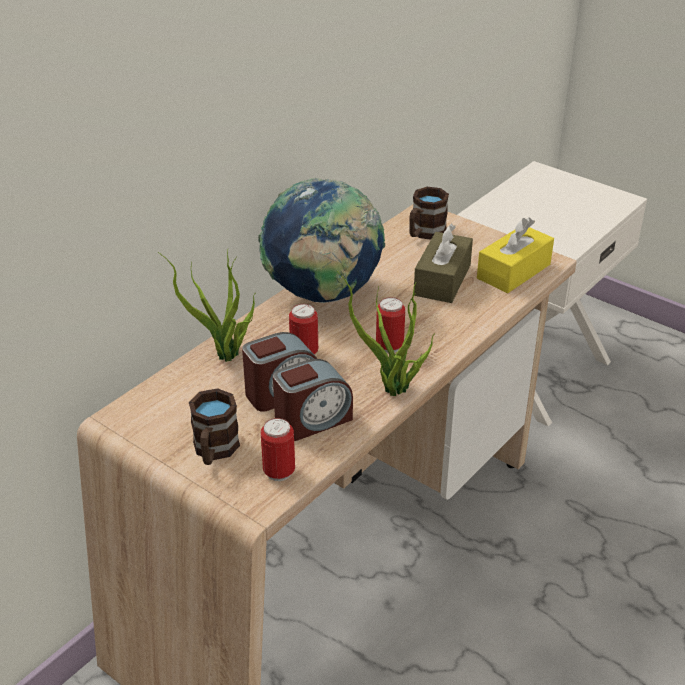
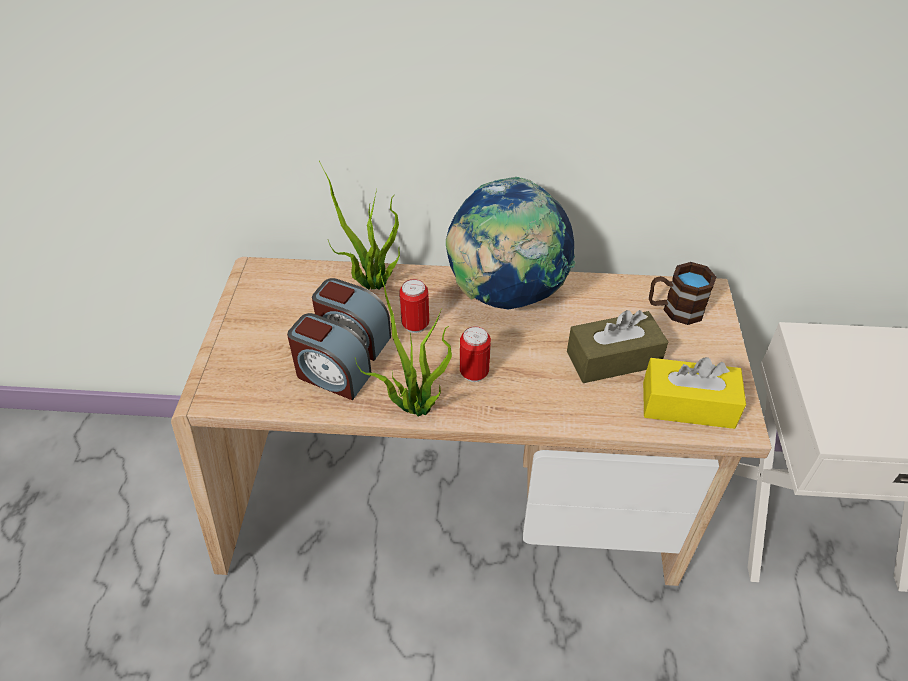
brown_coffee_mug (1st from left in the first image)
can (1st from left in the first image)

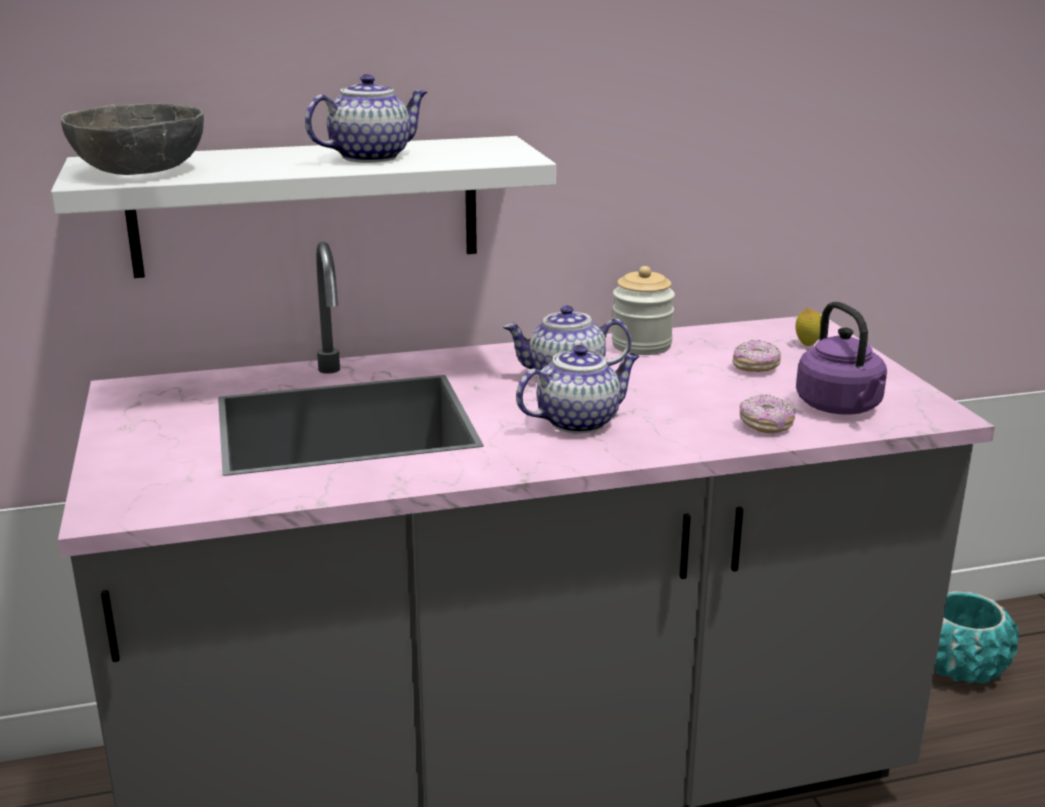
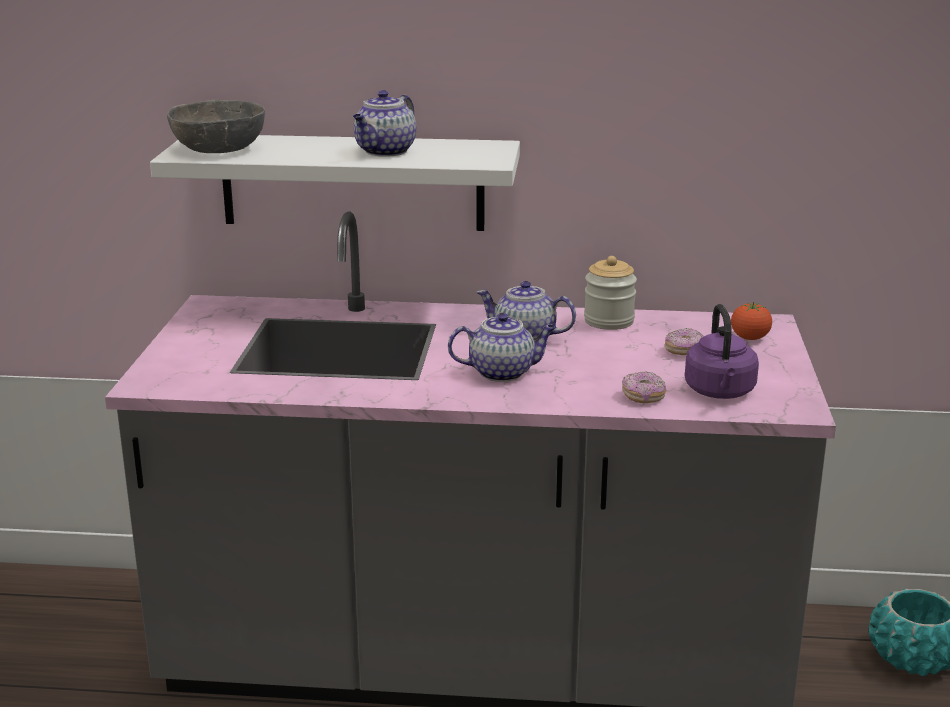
pot_for_tea (1st from left)
tomato

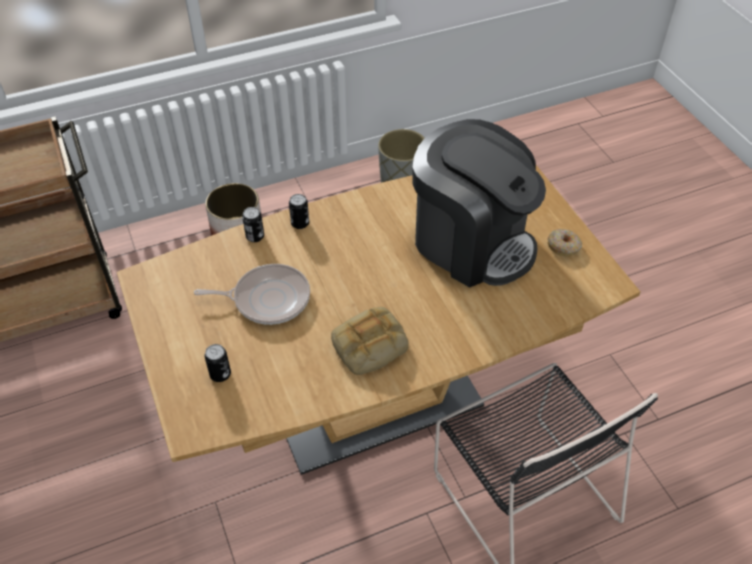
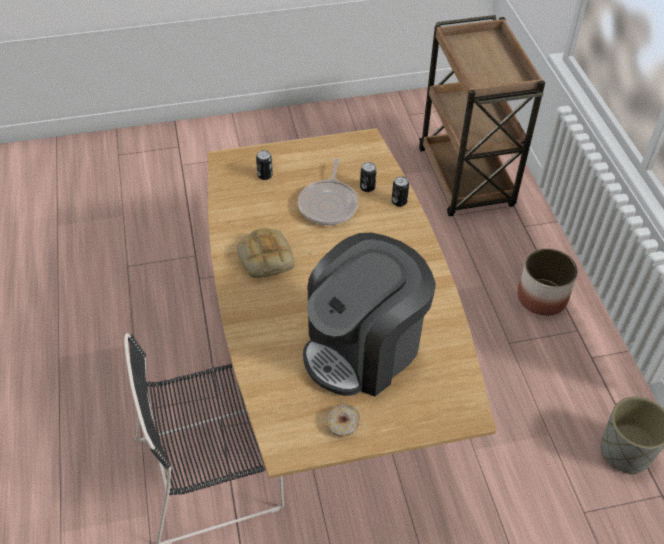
can (2nd from left)

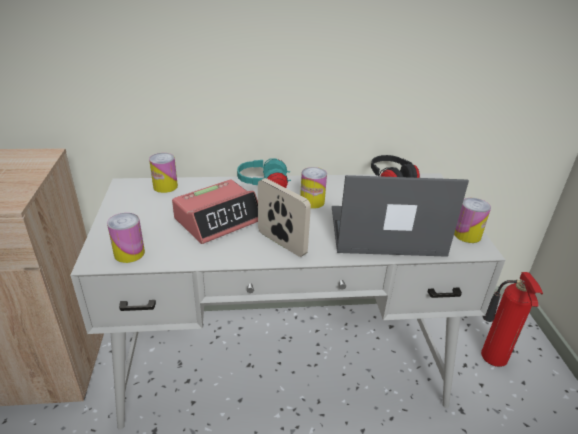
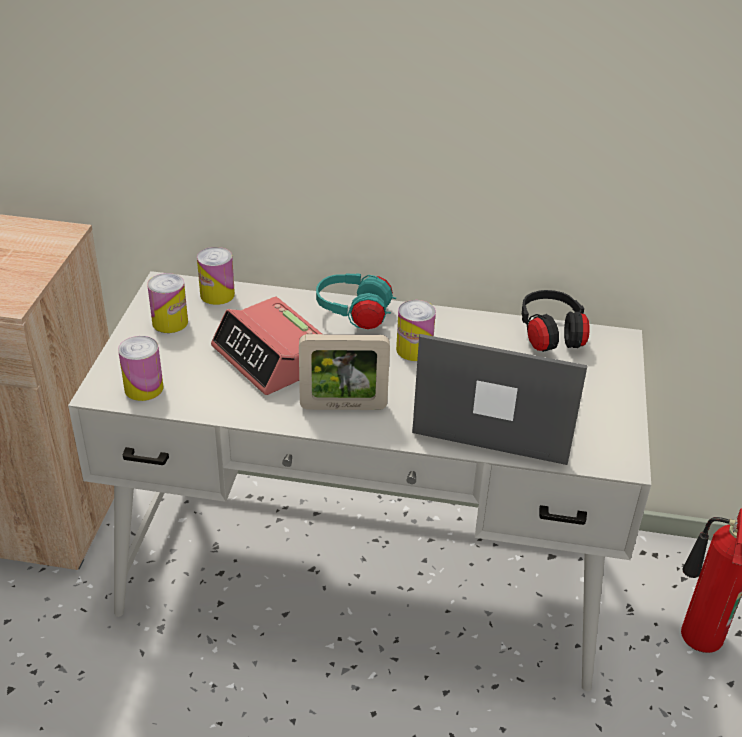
bedside_clock
picture_frame
can (2nd from left)

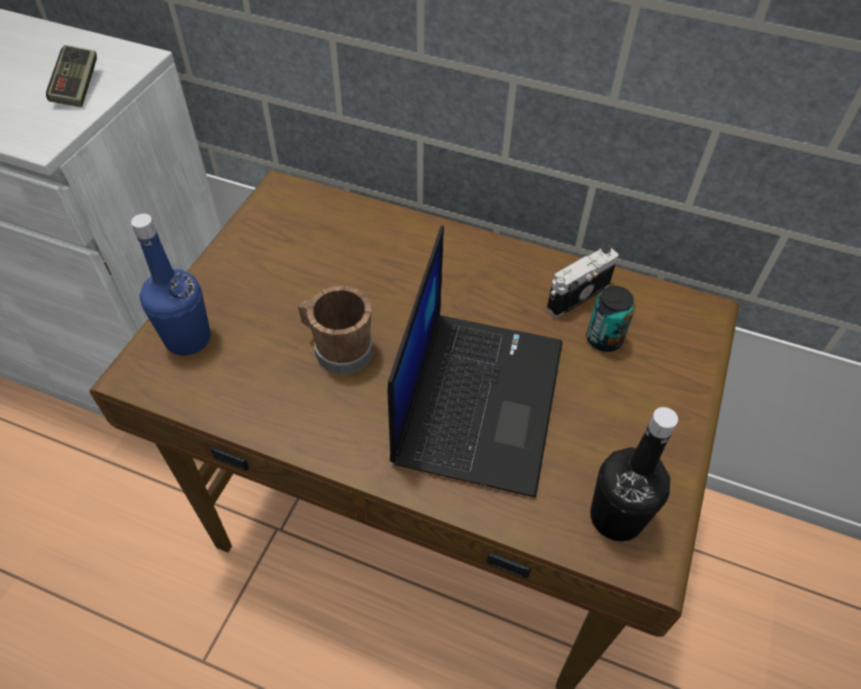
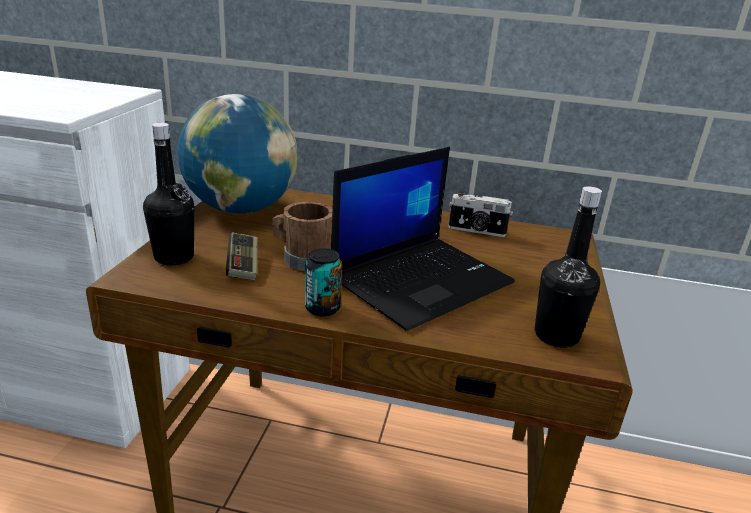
game_controller
black_drink_bottle (1st from left)
portable_computer
still_camera
can
desk_globe

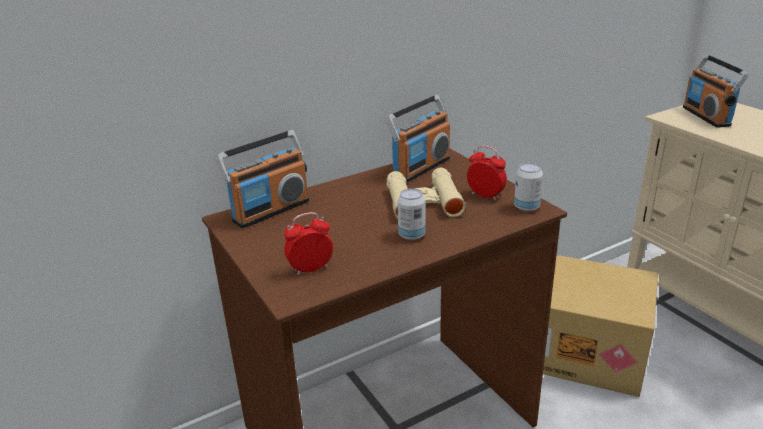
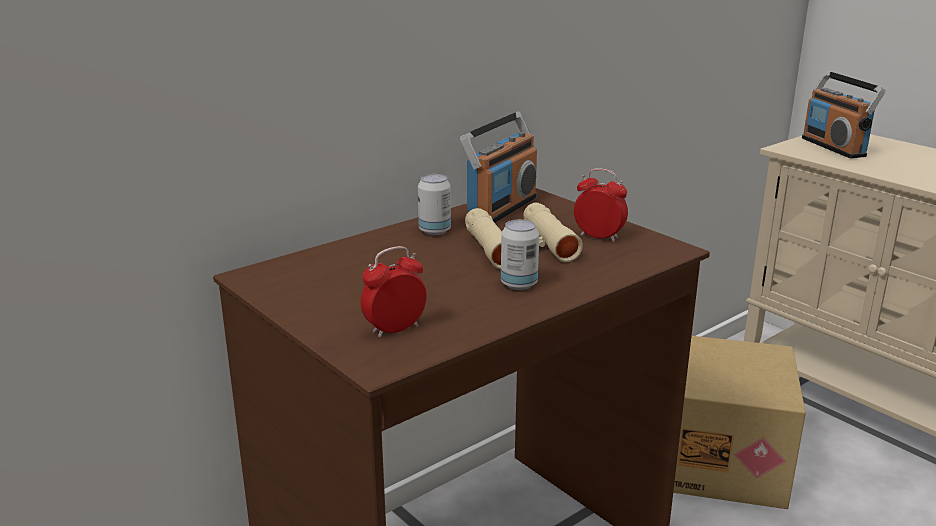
radio (1st from left in the first image)
can (1st from left)

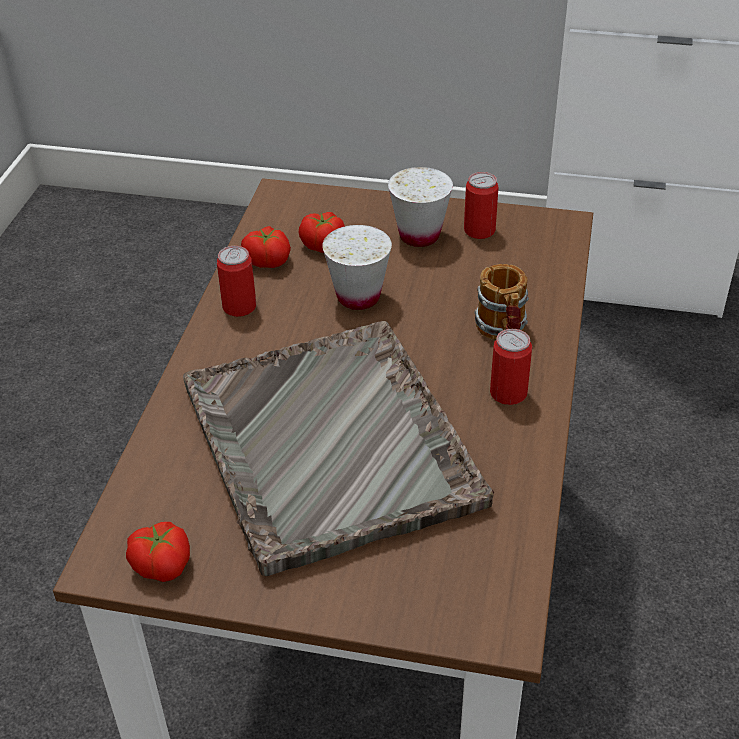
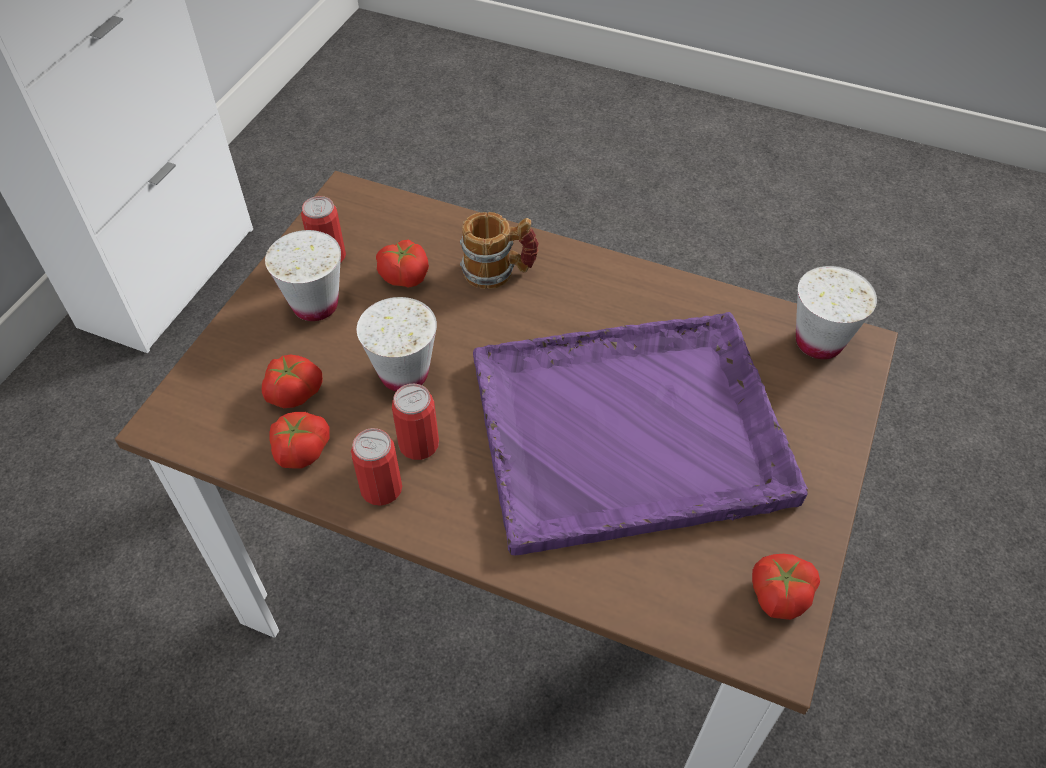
purple_serving_tray
can (3rd from left)
tomato (3rd from left)
white_drinking_cup (3rd from left)

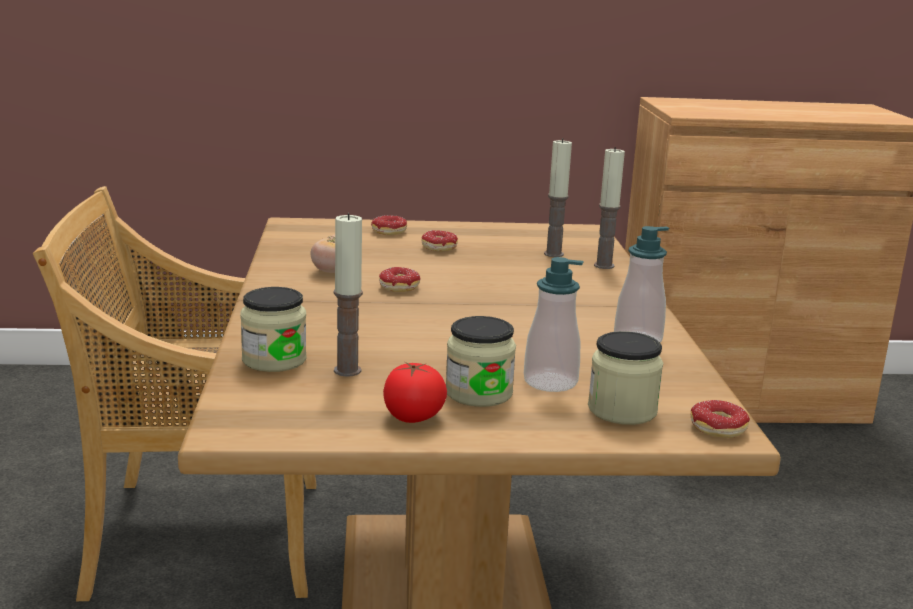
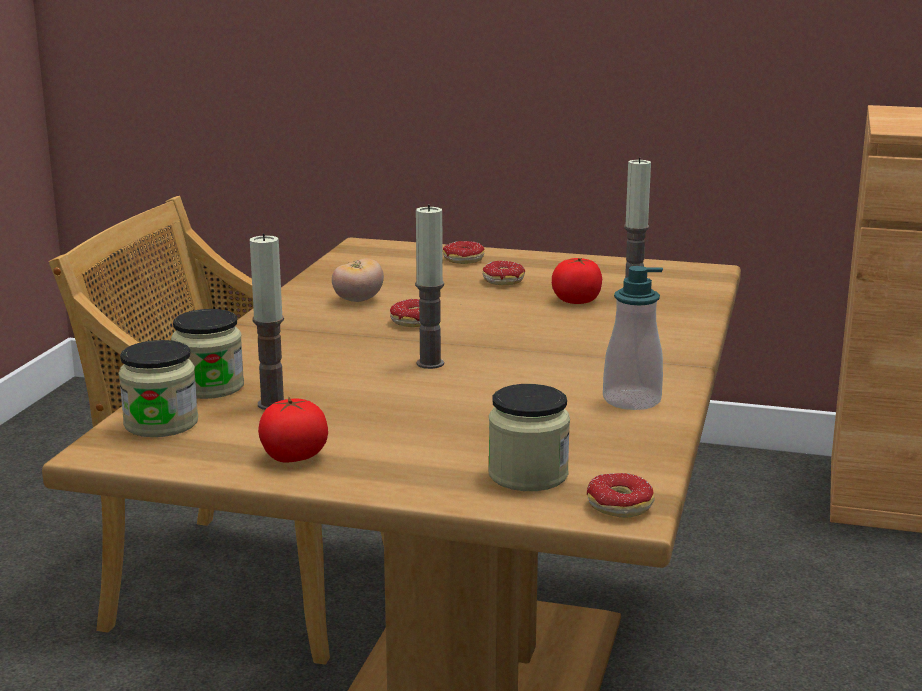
preserve_jar (1st from left)
soap_bottle (1st from left in the first image)
wax_light (2nd from left)
tomato (3rd from left)

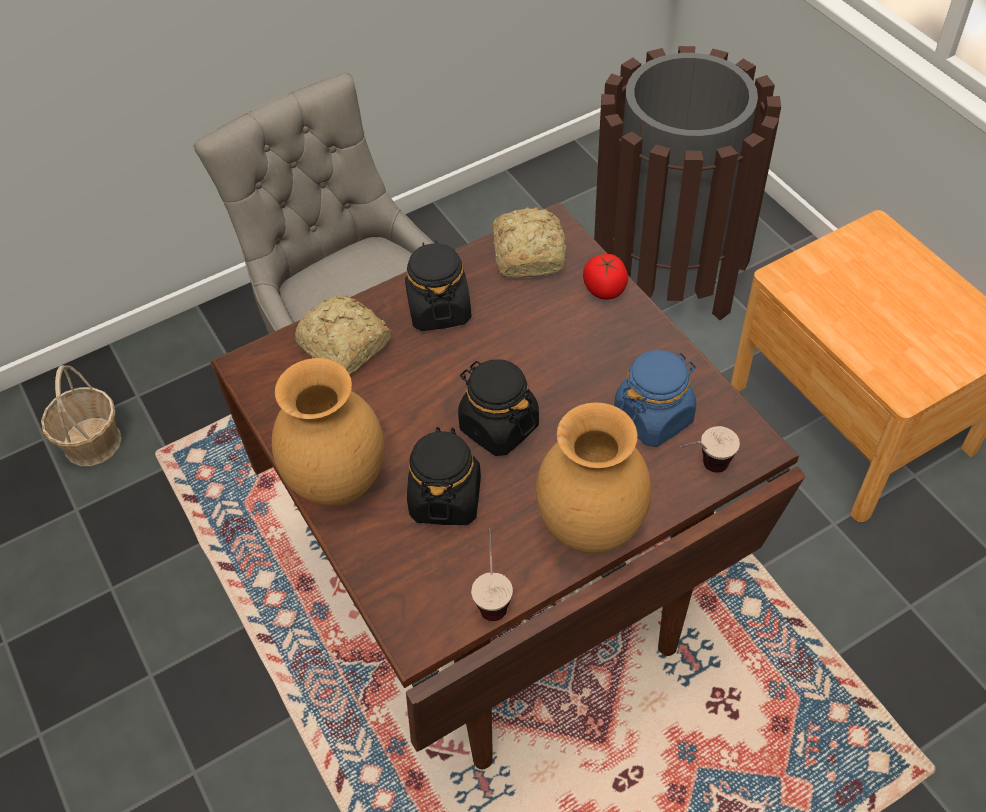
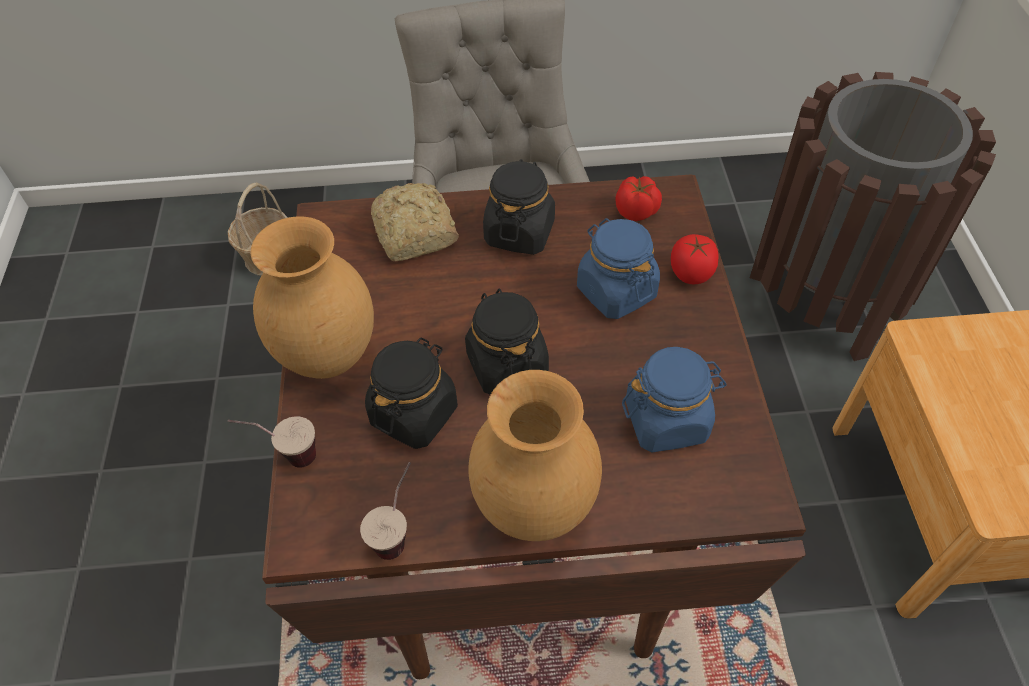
tomato (1st from left)
drinking_cup (1st from left)
blue-coloured_preserve_jar (1st from left)

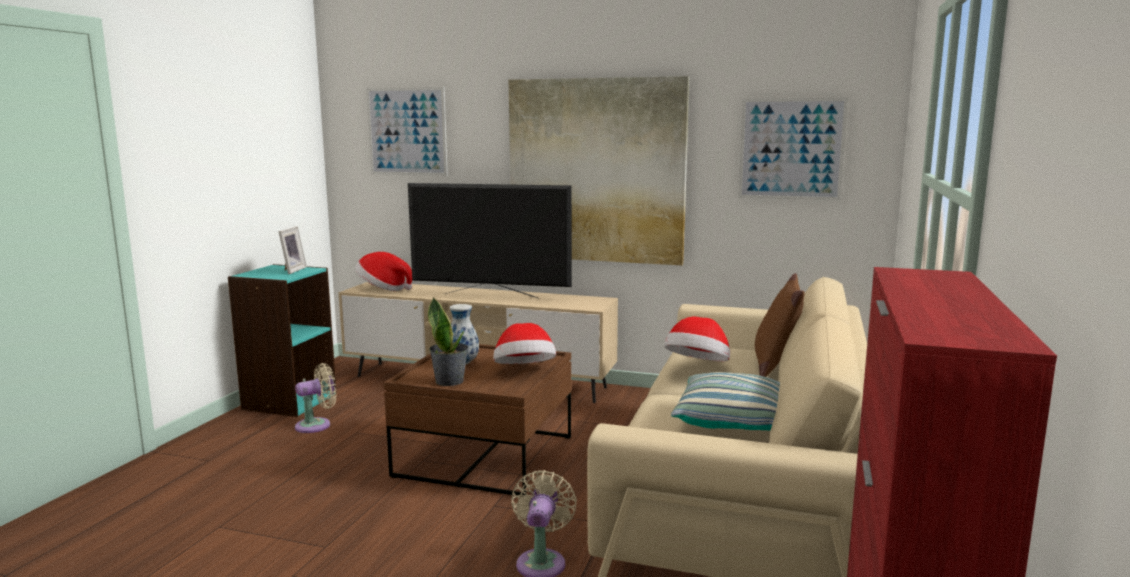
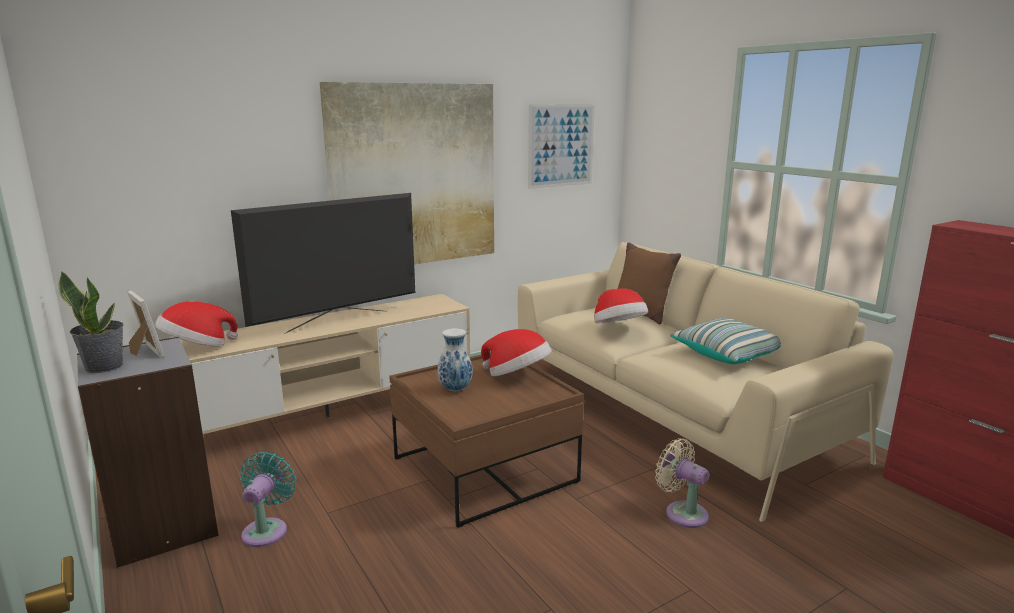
grey_shelving_unit
turquoise_cooling_fan
wall_picture (1st from left in the first image)
houseplant

